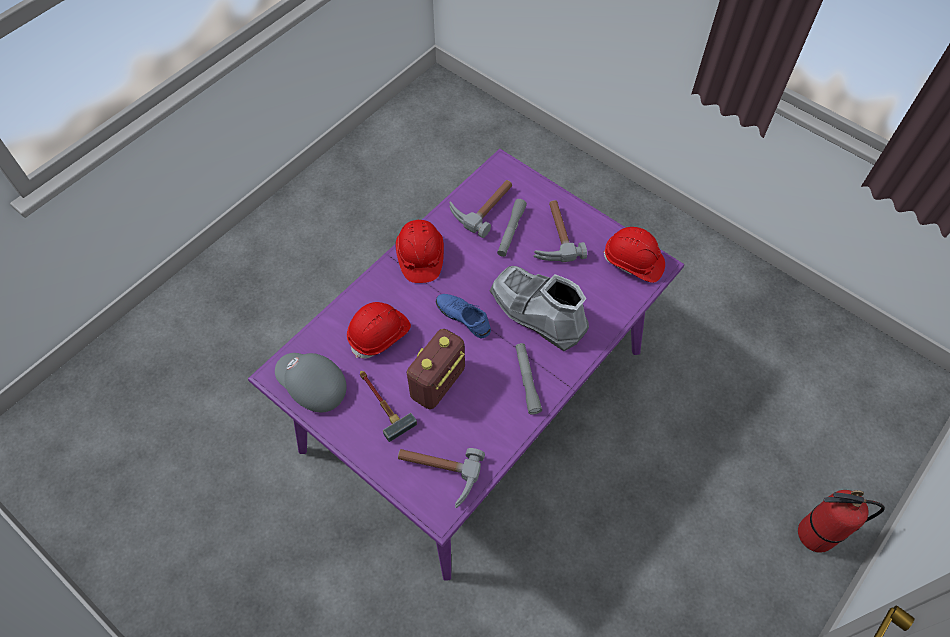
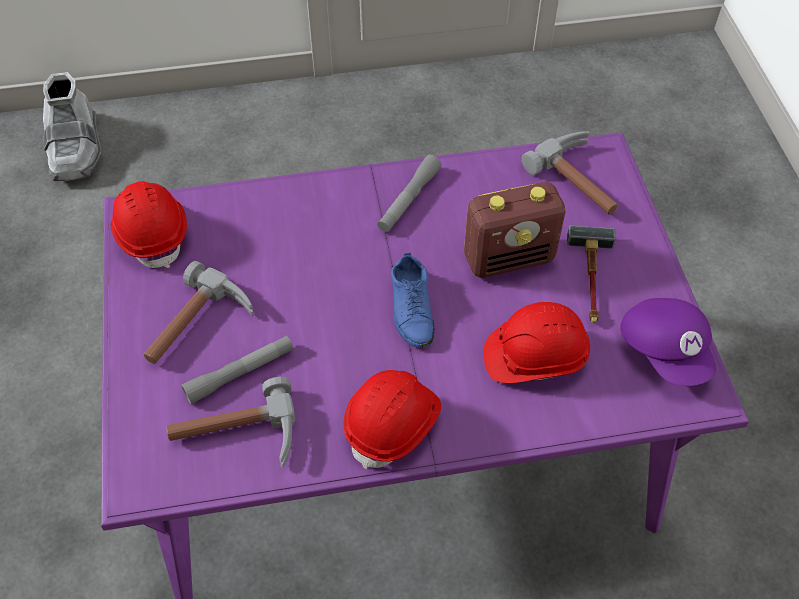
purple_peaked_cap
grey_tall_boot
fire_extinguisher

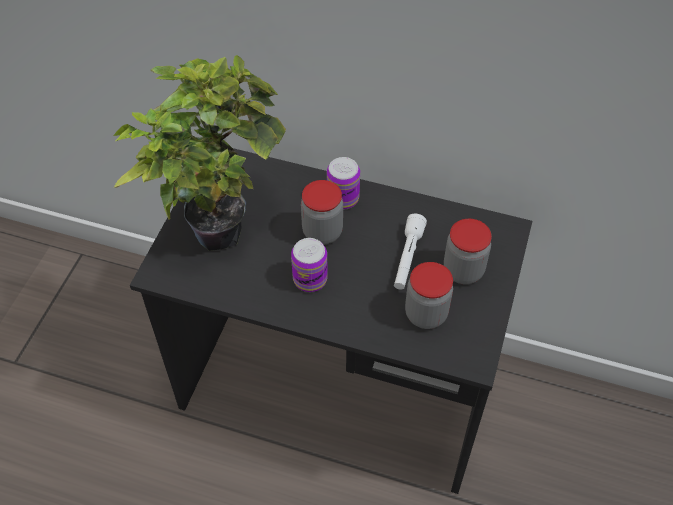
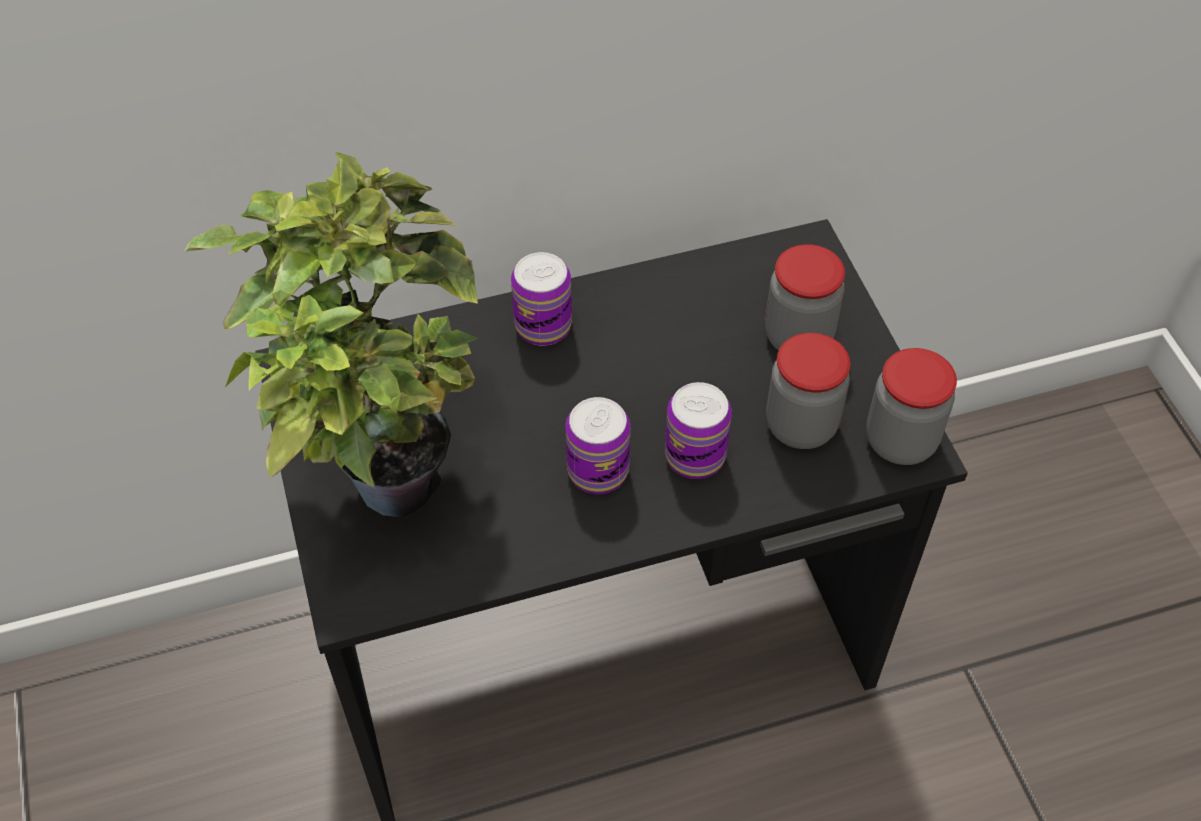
preserve_jar (3rd from left)
white_hand_torch
can (3rd from left)

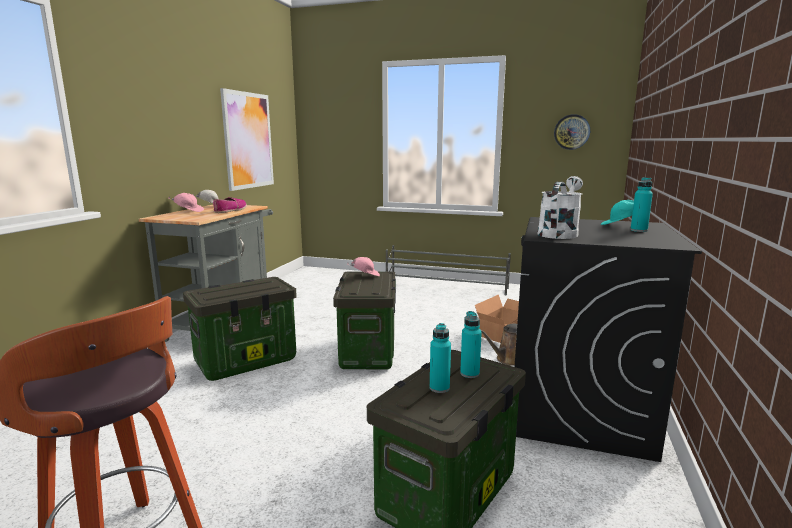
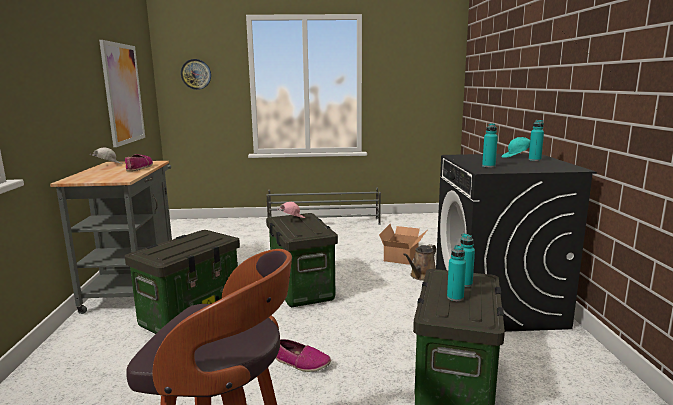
pinkish_peaked_cap (1st from left in the first image)
turquoise_drink_bottle (3rd from left)
wall_clock
low_shoe (2nd from left)

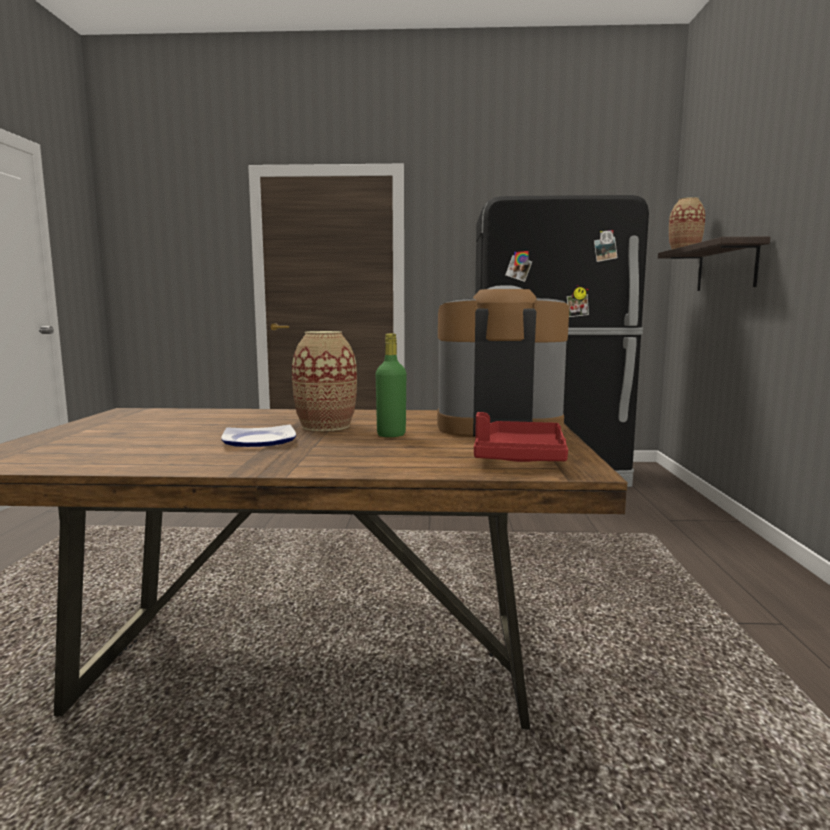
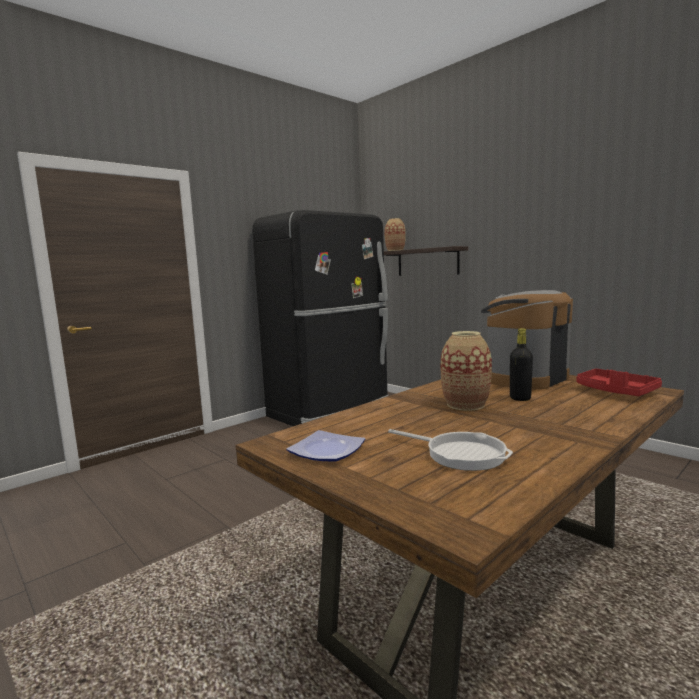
dinner_plate
black_drink_bottle
frying_pan

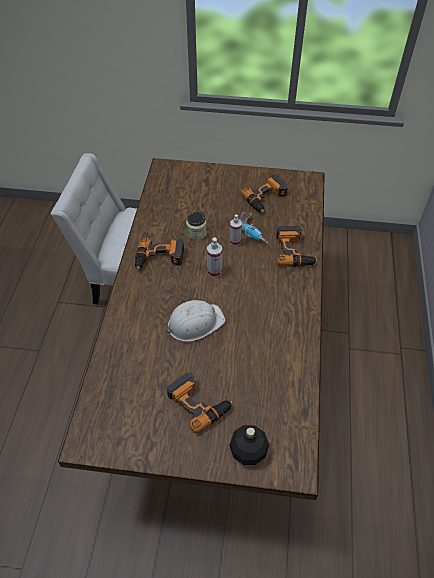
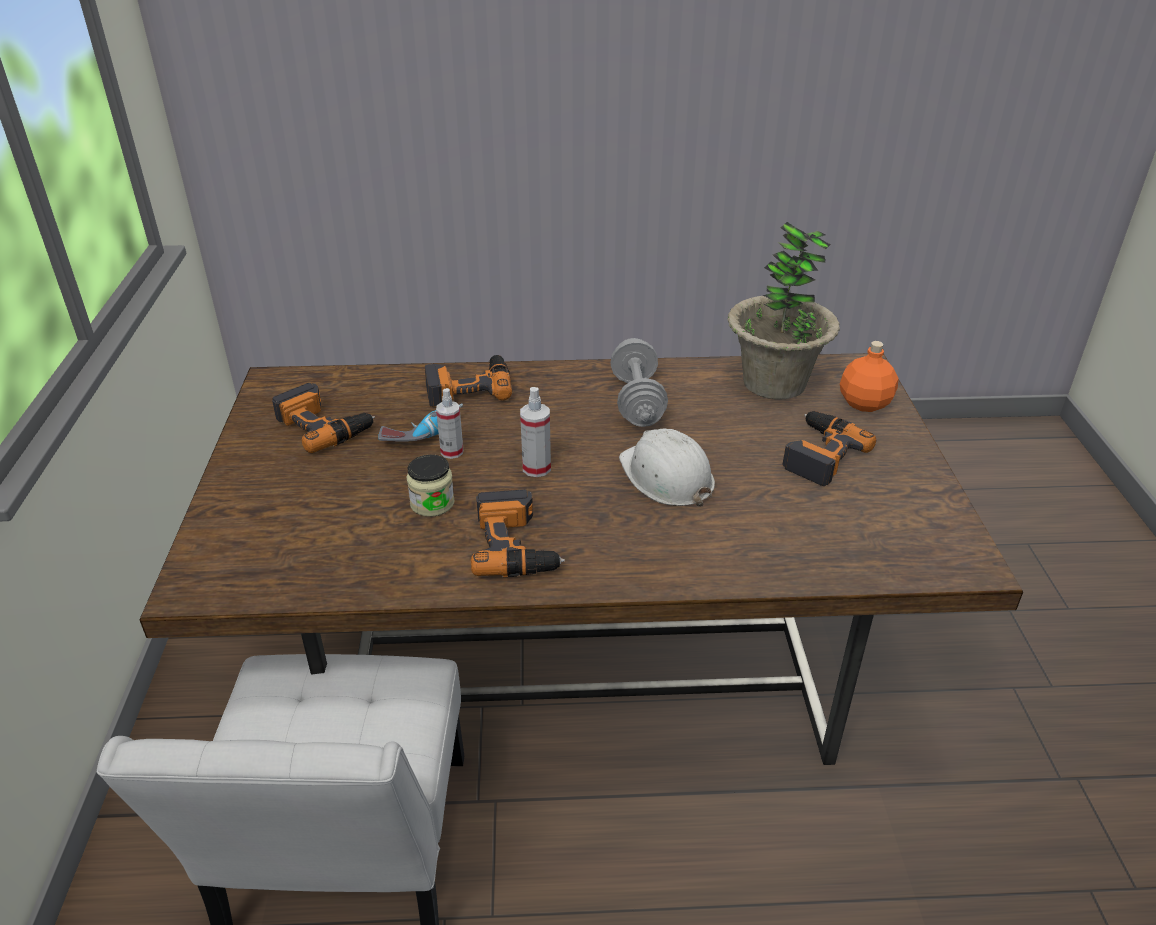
orange_drink_bottle
grey_dumbbell
houseplant

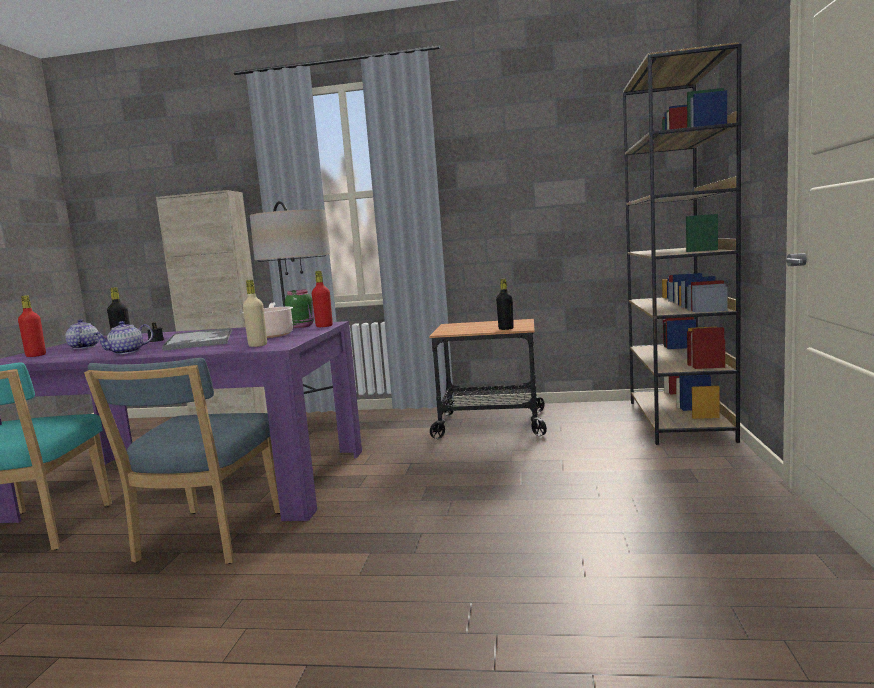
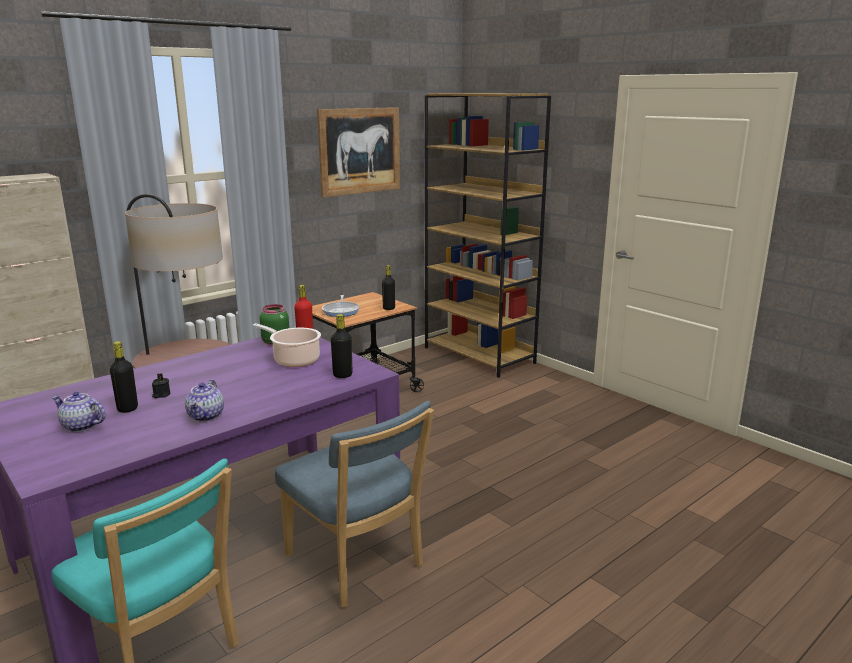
reddish_drink_bottle (1st from left in the first image)
serving_tray
black_drink_bottle (2nd from left)
wall_picture
frying_pan

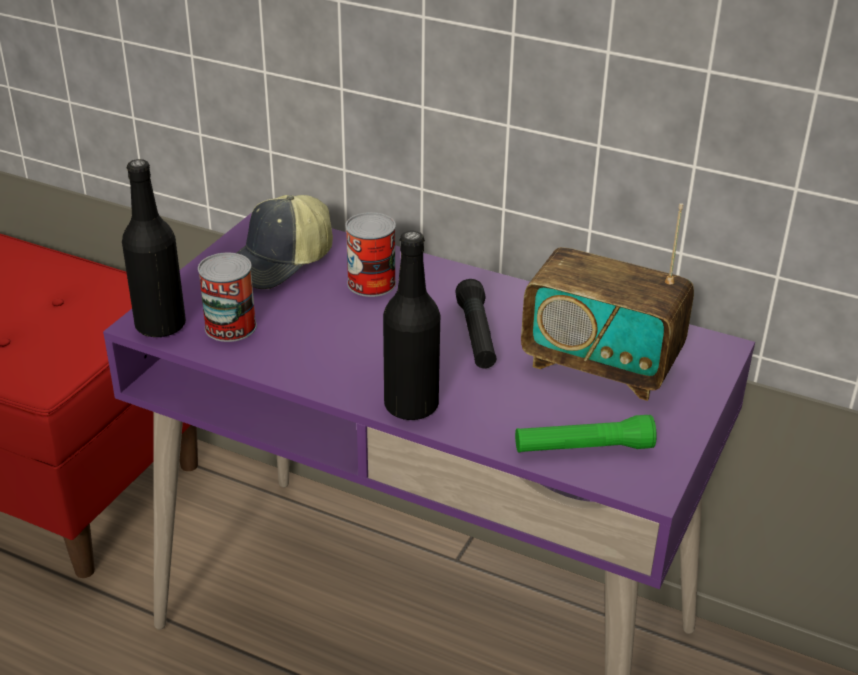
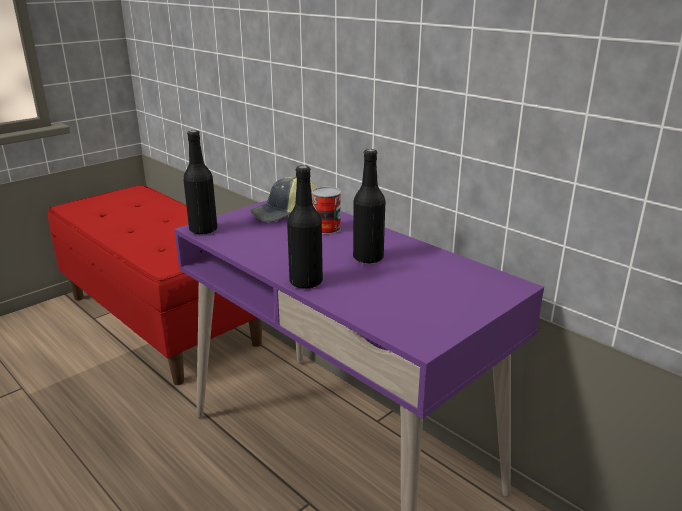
can (1st from left in the first image)
black_drink_bottle (3rd from left)
greenish_hand_torch
radio

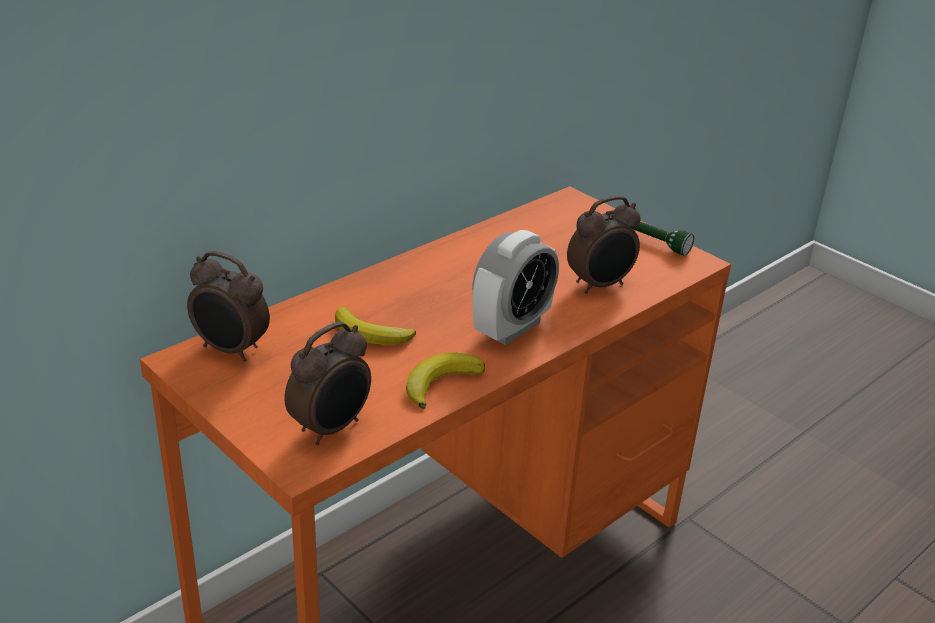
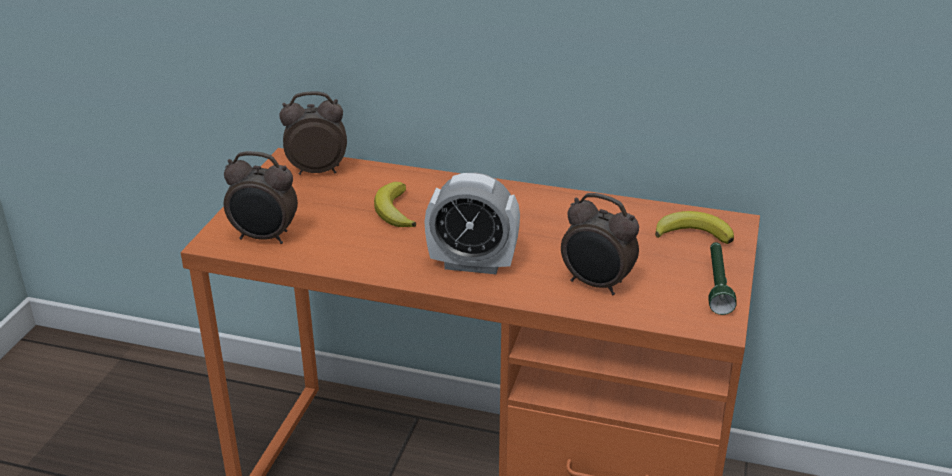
bedside_clock (2nd from left)
banana (2nd from left)

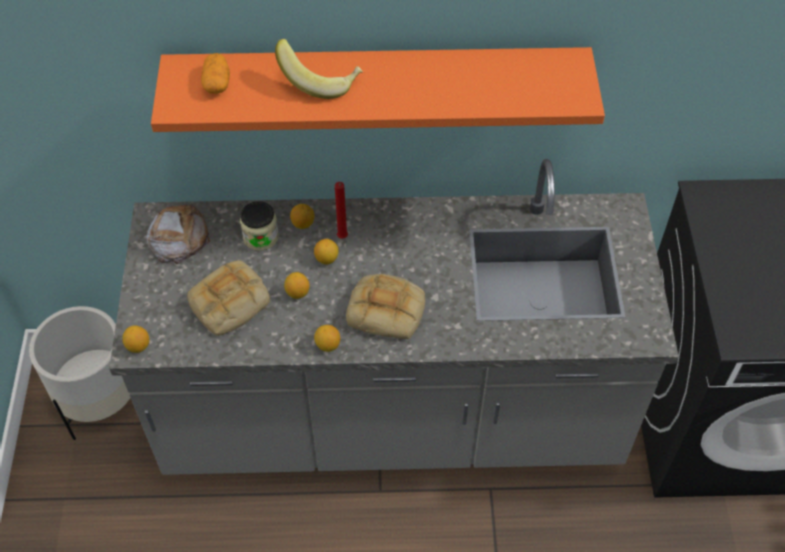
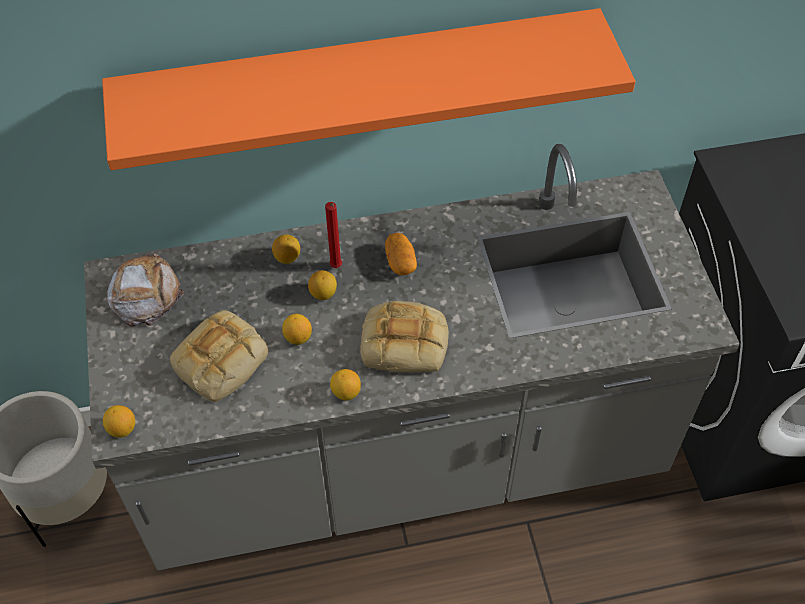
potato
preserve_jar
banana

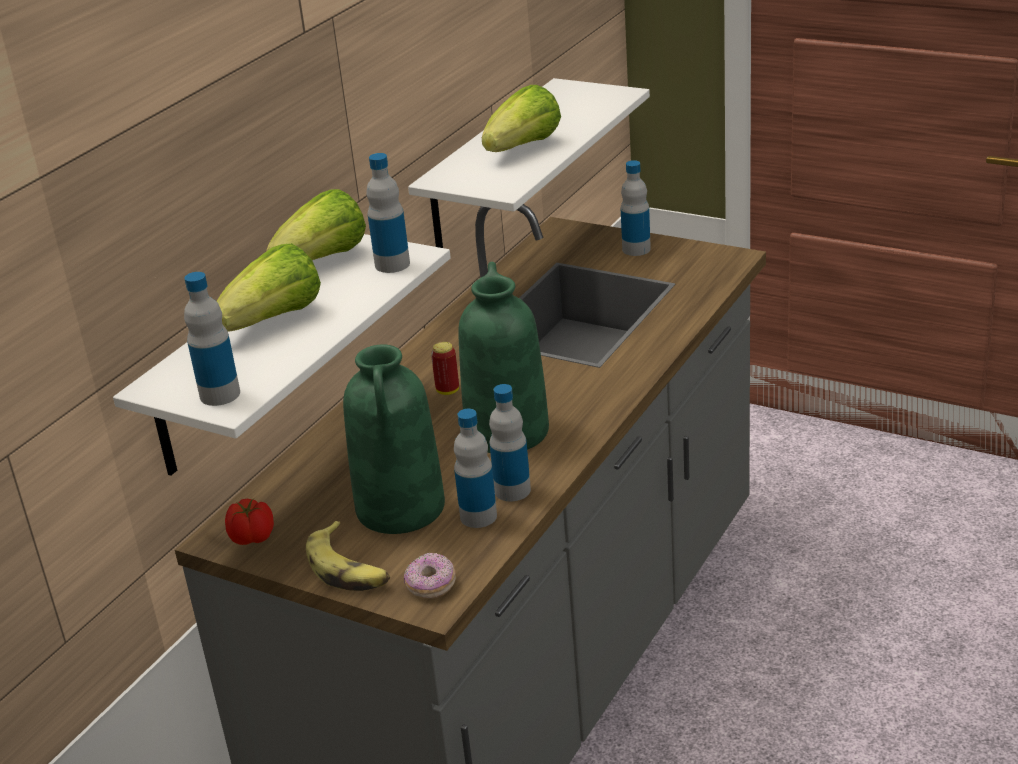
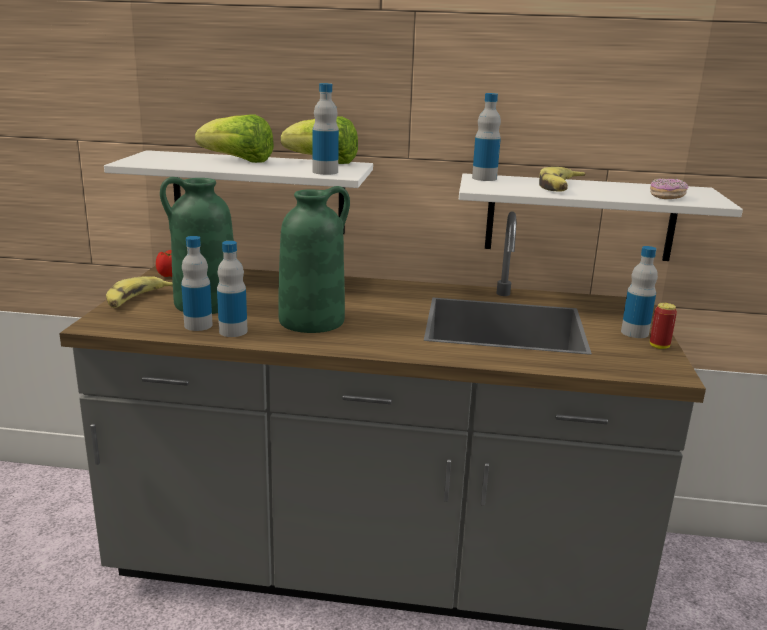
drink_bottle (4th from left)
donut
can
banana (2nd from left)

